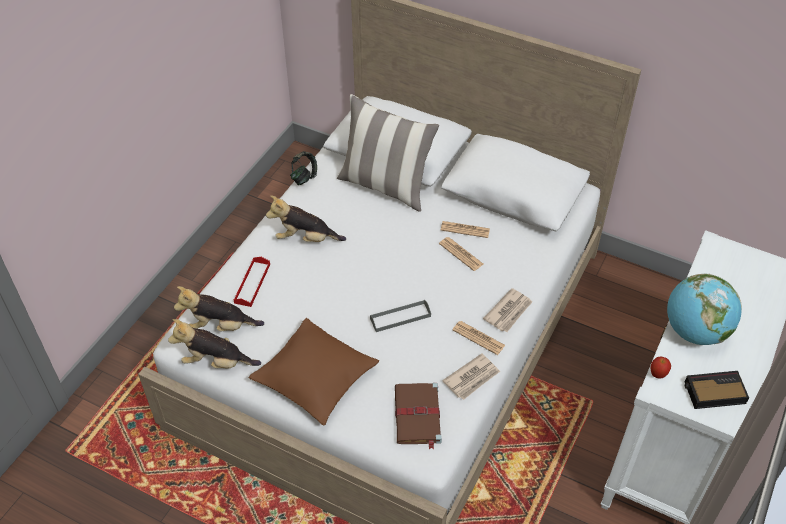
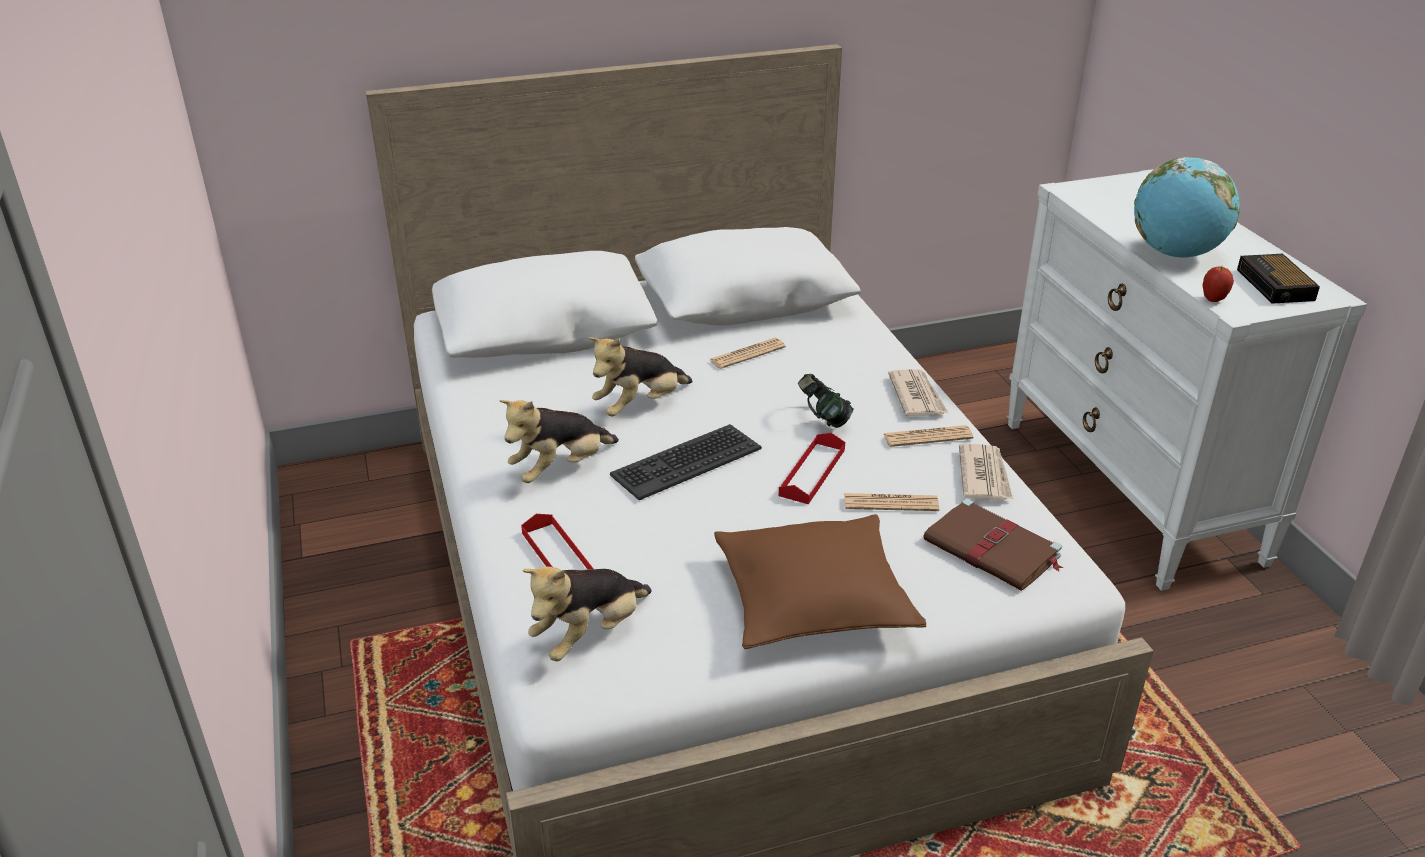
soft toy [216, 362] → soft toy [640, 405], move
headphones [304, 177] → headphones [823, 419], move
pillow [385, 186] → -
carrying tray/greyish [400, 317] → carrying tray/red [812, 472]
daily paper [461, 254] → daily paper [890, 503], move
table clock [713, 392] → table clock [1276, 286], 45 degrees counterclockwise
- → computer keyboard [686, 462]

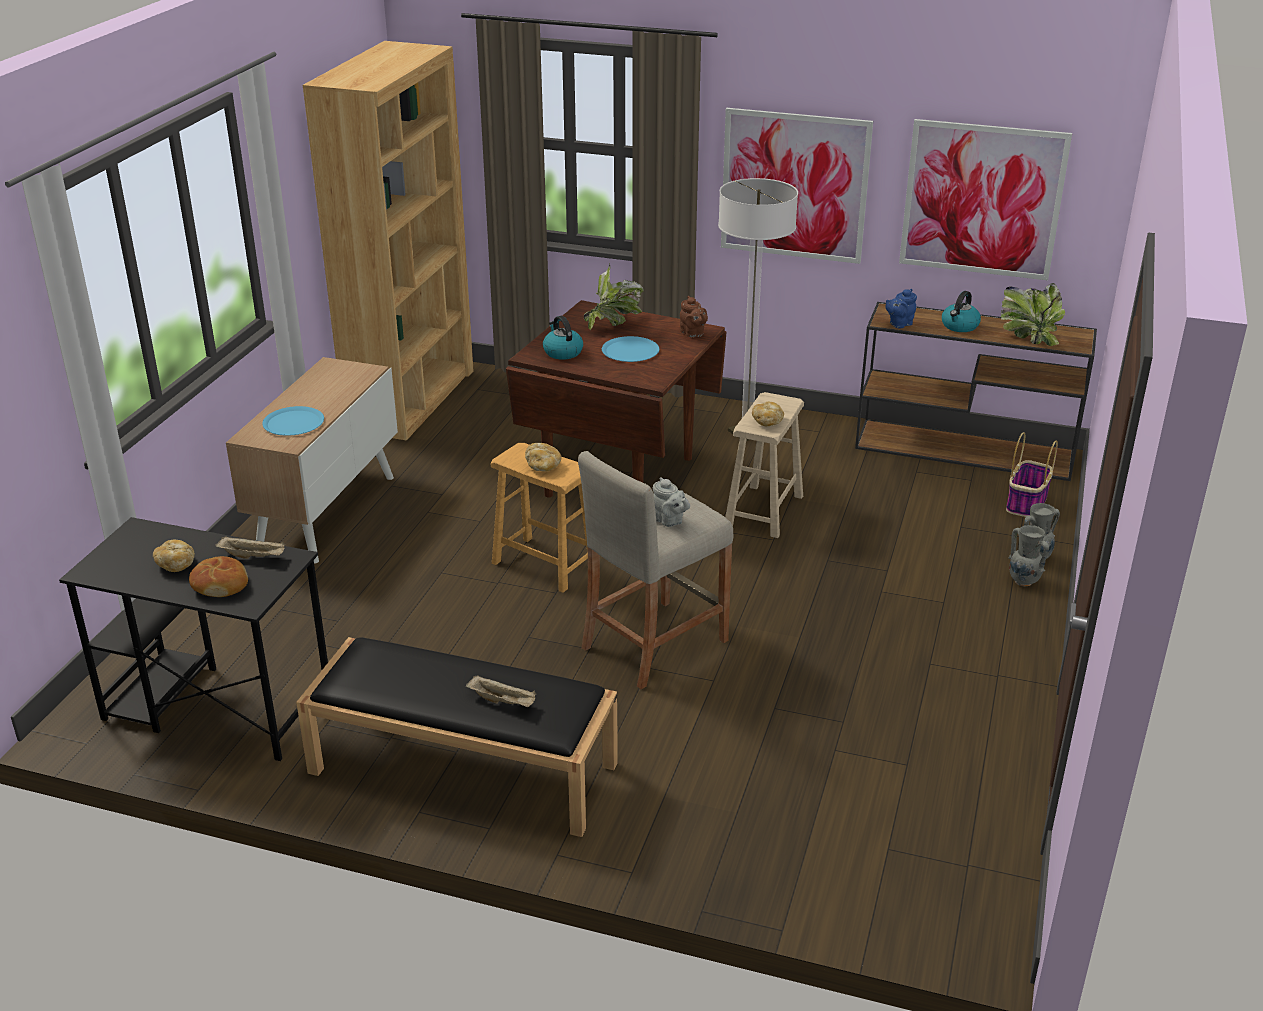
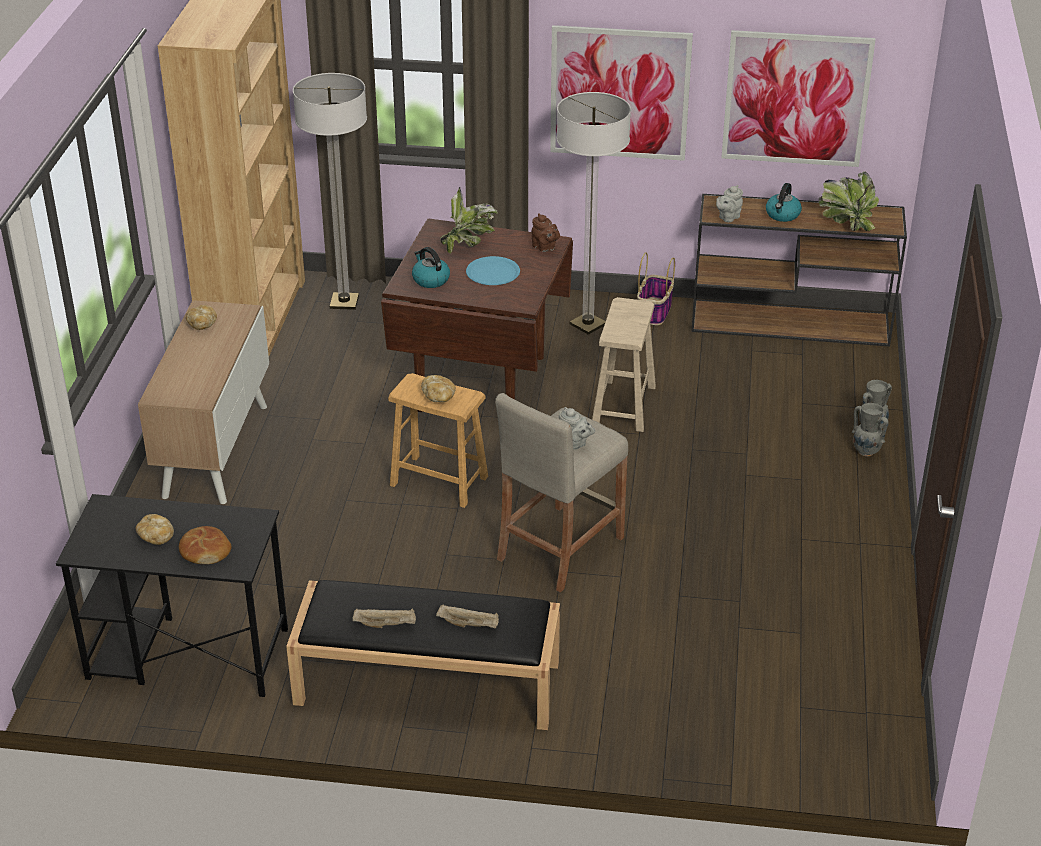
carrying tray/beige-coloured [253, 556] → carrying tray/beige-coloured [386, 624], move
plate/bluish [293, 423] → -
baked bread [767, 421] → baked bread [202, 324], move
pot for tea/bluish [899, 324] → pot for tea/greyish [728, 217]
basket [1026, 503] → basket [654, 312], move
- → standing lamp [344, 302]

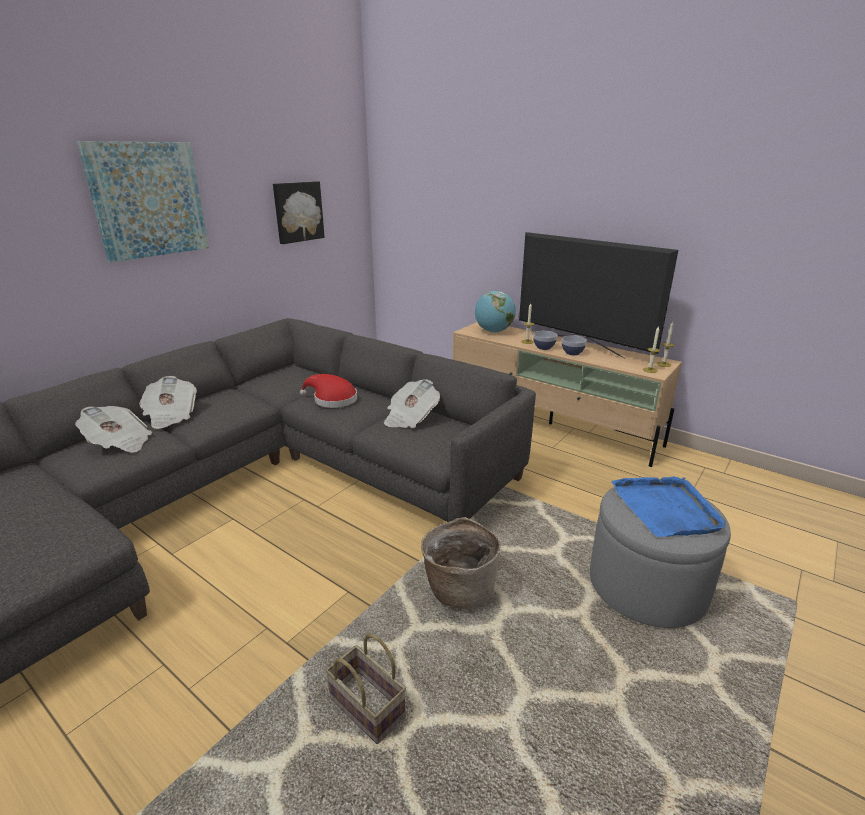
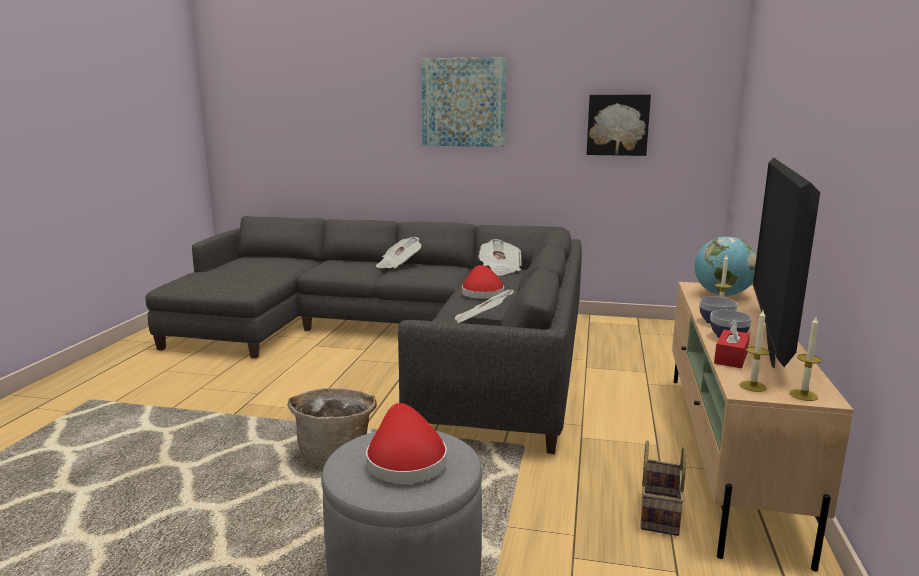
daily paper [119, 443] → daily paper [500, 269], move
basket [364, 707] → basket [658, 512], move
carrying tray/bluish [666, 508] → hat/red [405, 460]
- → box of tissues/red [731, 358]

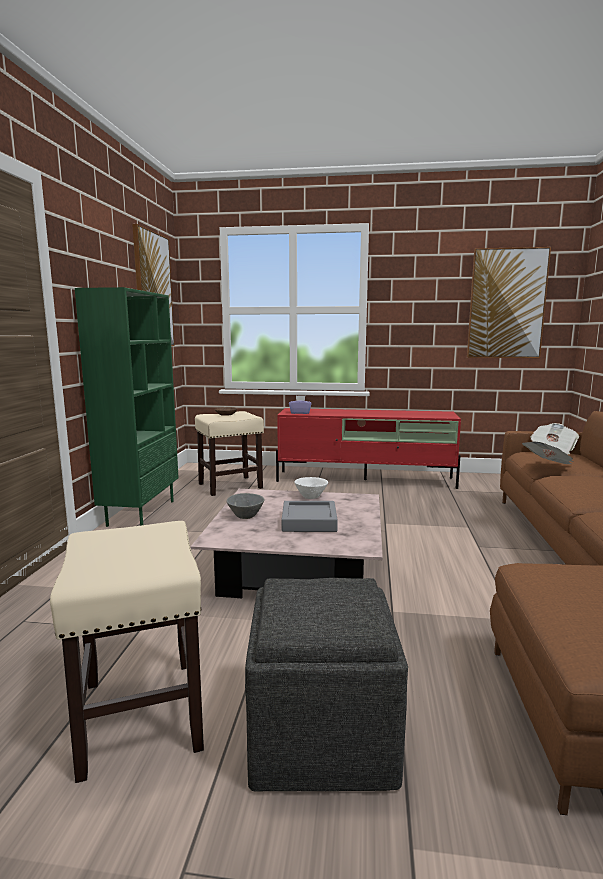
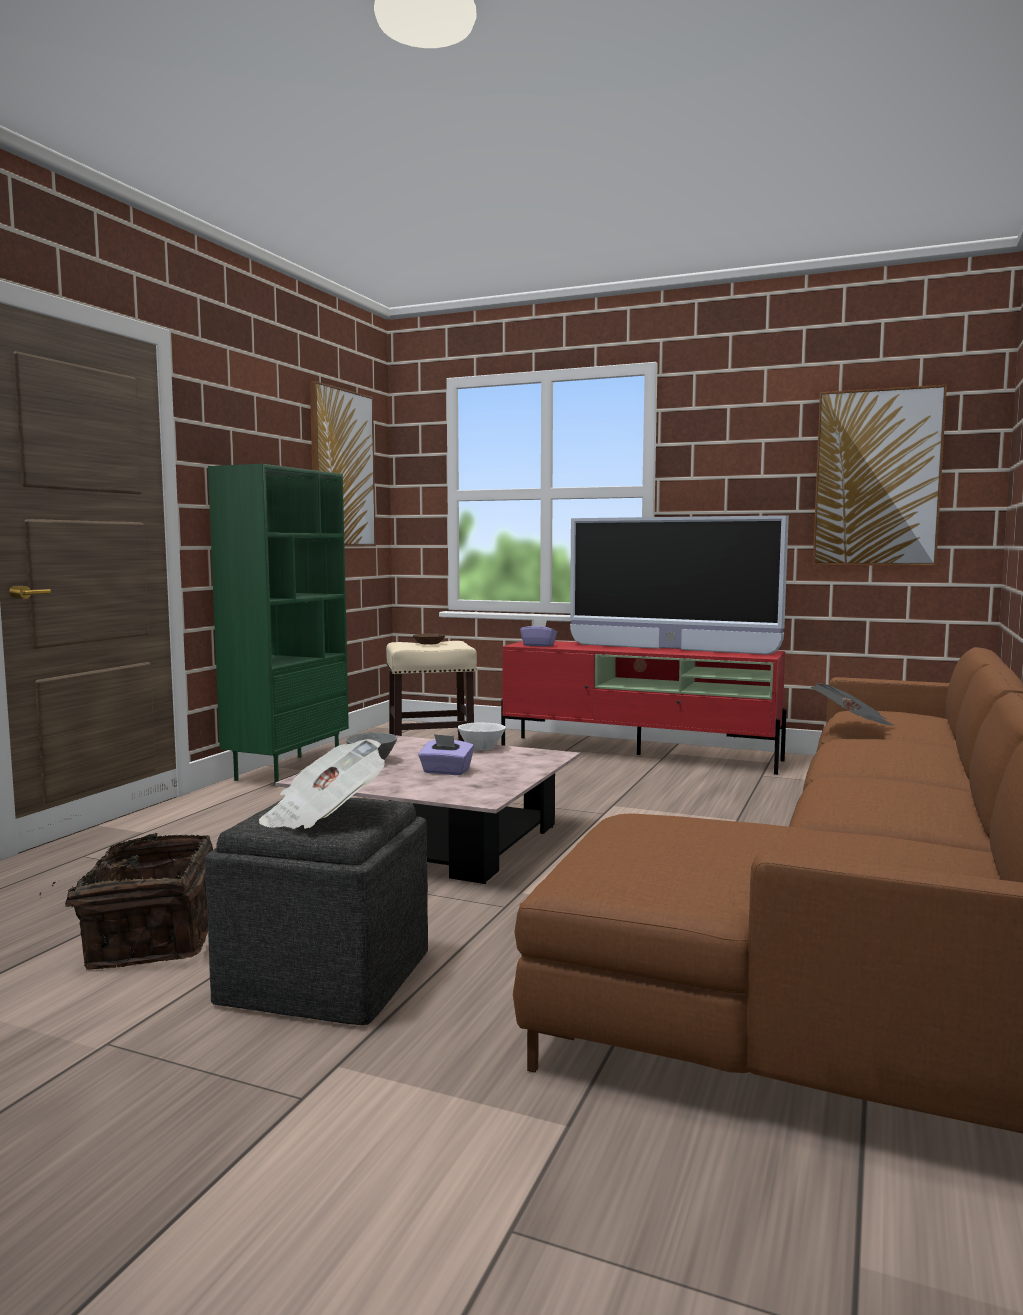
stool seat/beige-coloured [140, 712] → basket [150, 938]
carrying tray/greyish [309, 521] → box of tissues/purple-coloured [446, 771]
daily paper [551, 452] → daily paper [323, 816], move
- → TV [671, 649]

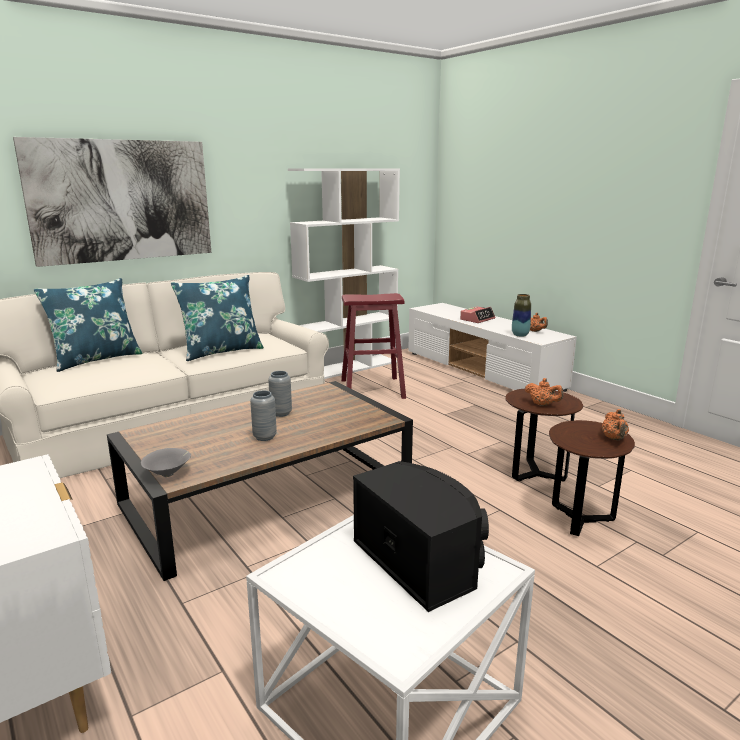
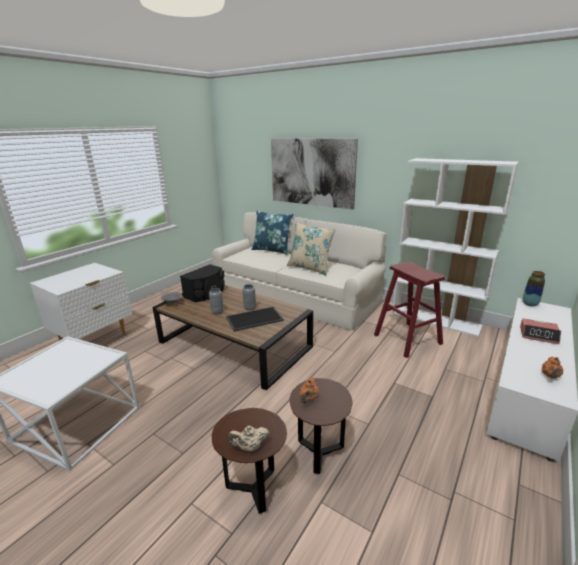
pillow/bluish [221, 351] → pillow/beige-coloured [310, 268]
audio speaker/black-coloured [420, 560] → audio speaker/black-coloured [206, 293], move
vase [520, 335] → vase [530, 304], move
pot for tea/orange-coloured [614, 439] → pot for tea/beige-coloured [249, 447]
- → carrying tray [254, 319]

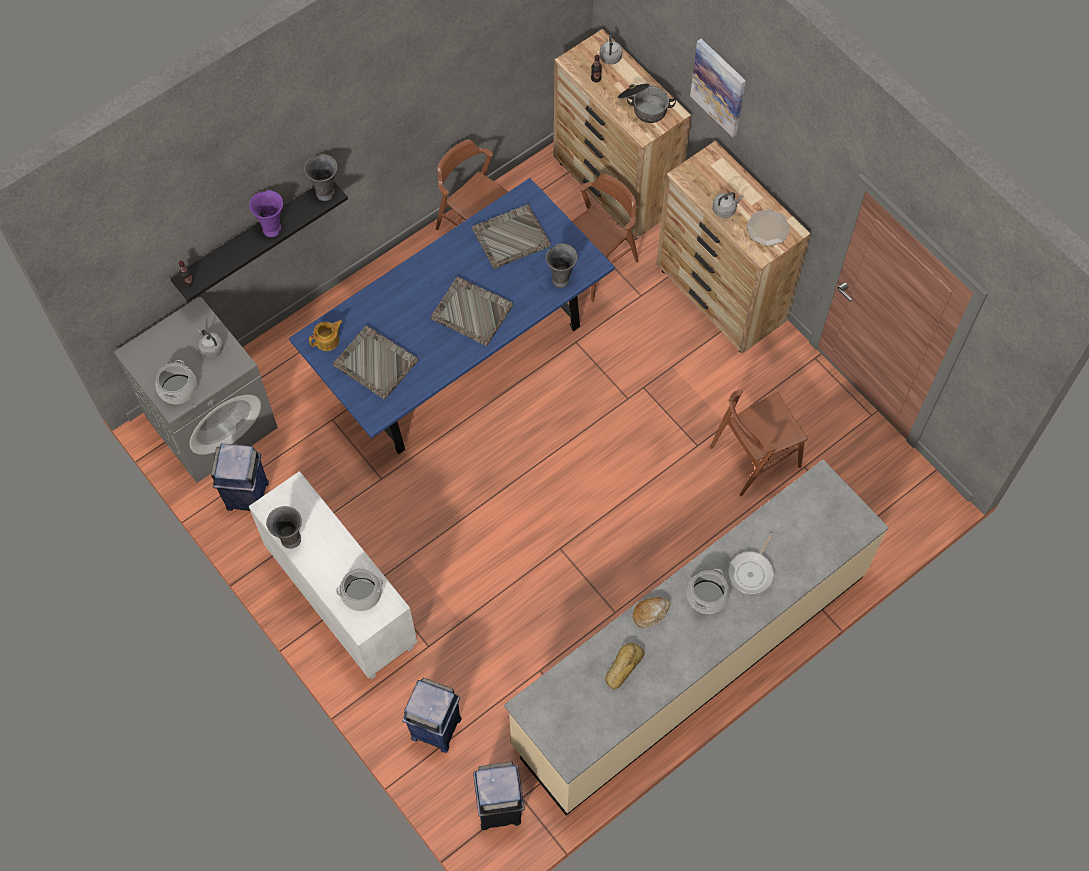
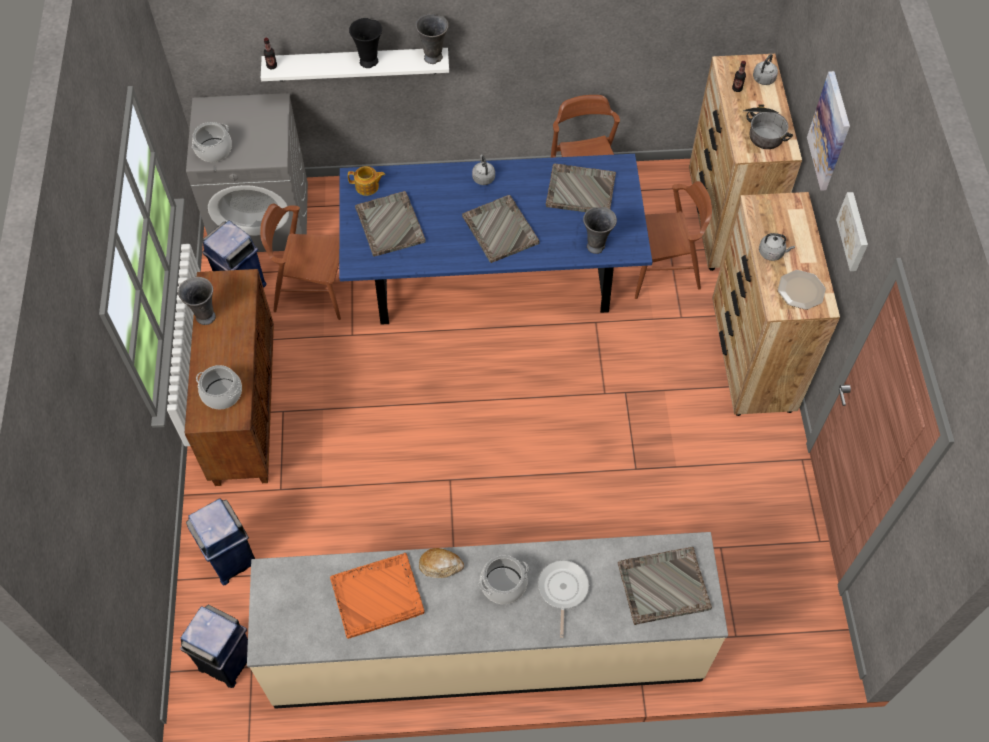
wall shelf/black-coloured [254, 236] → wall shelf/white-coloured [356, 64]
kettle/greyish [211, 347] → kettle/greyish [483, 177], move
vase/purple-coloured [272, 229] → vase/black-coloured [369, 62]
cabinet/white-coloured [340, 599] → cabinet/brown [244, 408]
baked bread [622, 666] → carrying tray/orange-coloured [378, 595]
upright chair/brown [754, 457] → upright chair/brown [312, 291], move
frying pan [752, 572] → frying pan [562, 590], 120 degrees clockwise
- → carrying tray/greyish [662, 586]
- → picture [854, 231]

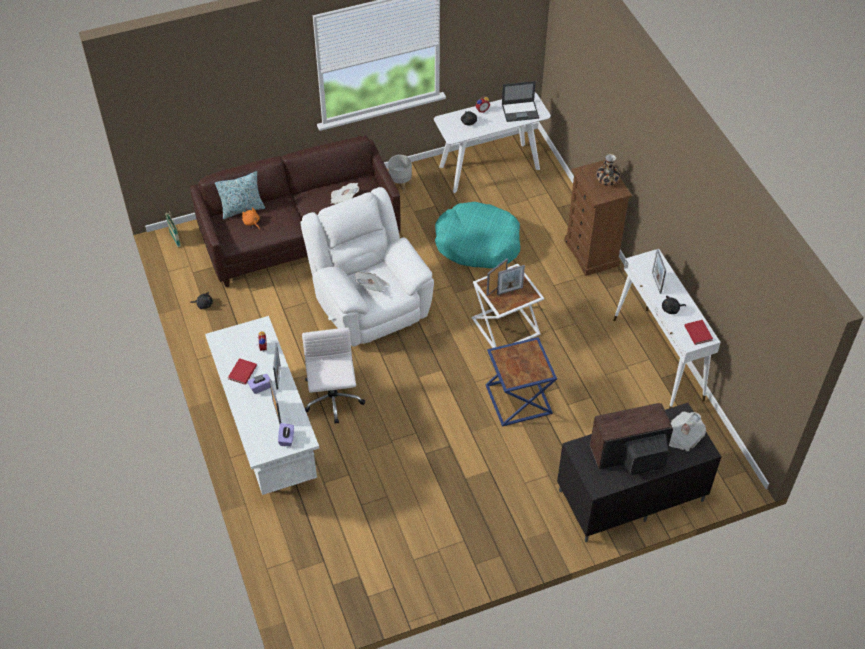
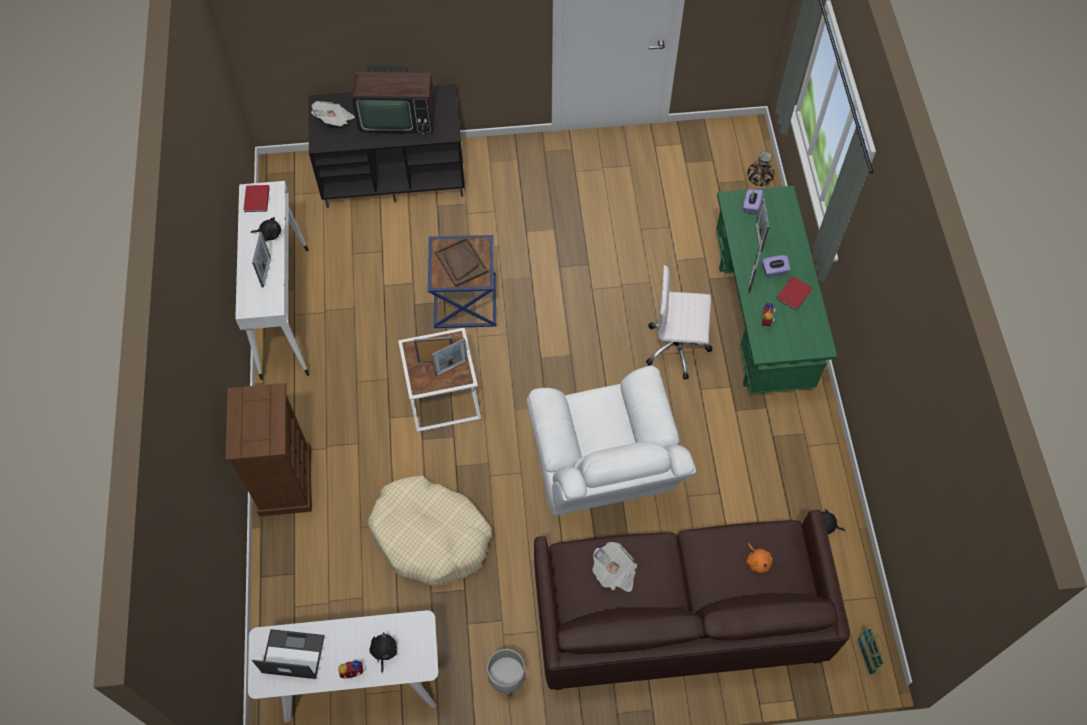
desk table/white-coloured [267, 435] → desk table/green [759, 323]
pillow [242, 209] → -
office chair/white-coloured [333, 401] → office chair/white-coloured [677, 347], 90 degrees clockwise
daily paper [372, 287] → -
pet bed/turquoise [477, 243] → pet bed/beige-coloured [430, 536]
vase [607, 180] → vase [759, 178], move
- → carrying tray/brown [461, 262]

